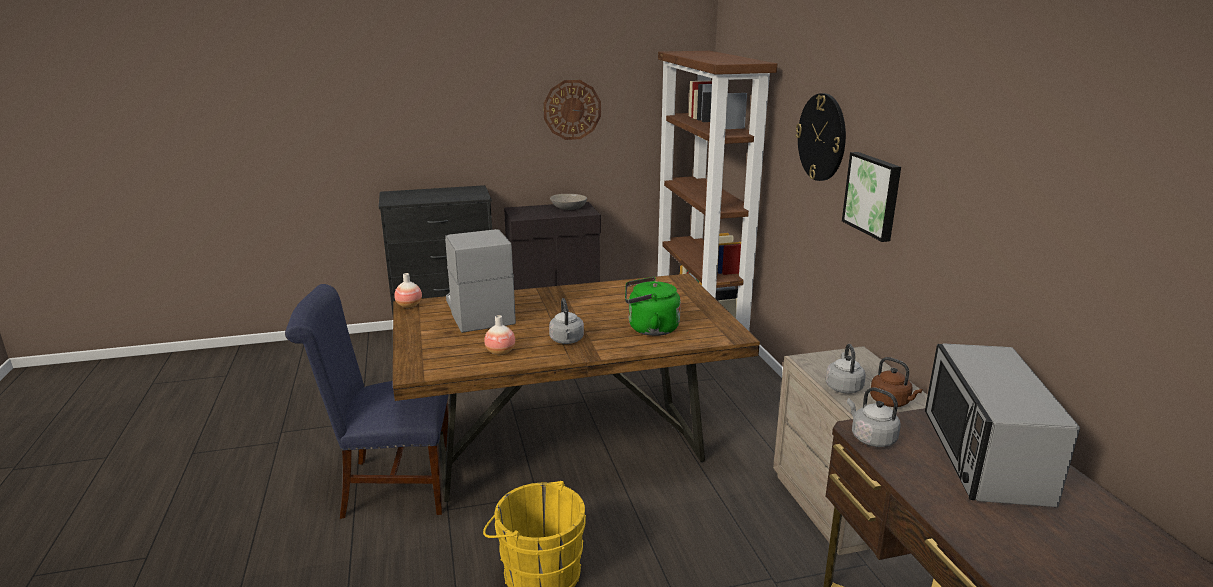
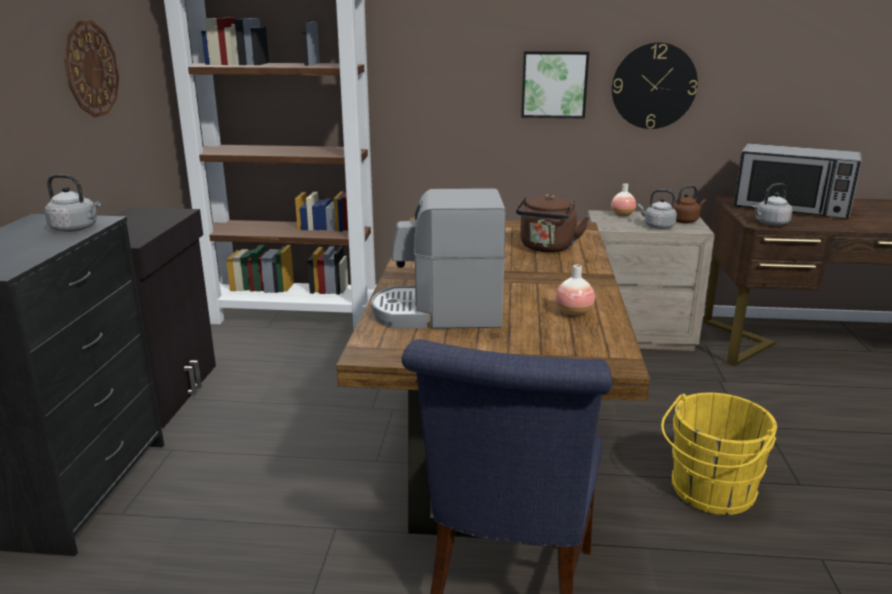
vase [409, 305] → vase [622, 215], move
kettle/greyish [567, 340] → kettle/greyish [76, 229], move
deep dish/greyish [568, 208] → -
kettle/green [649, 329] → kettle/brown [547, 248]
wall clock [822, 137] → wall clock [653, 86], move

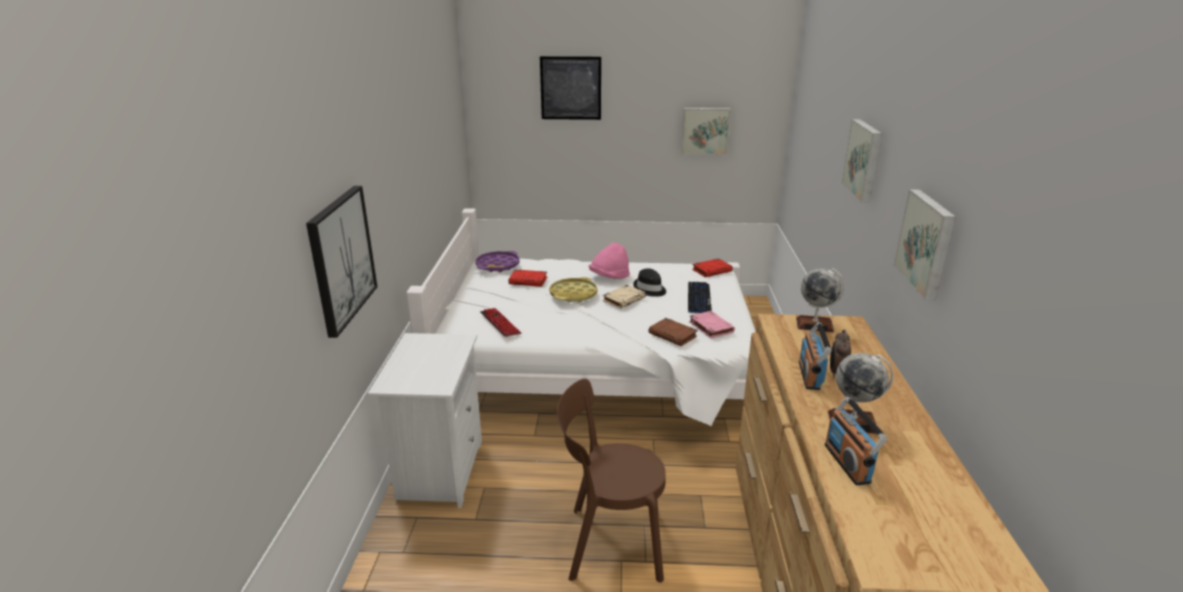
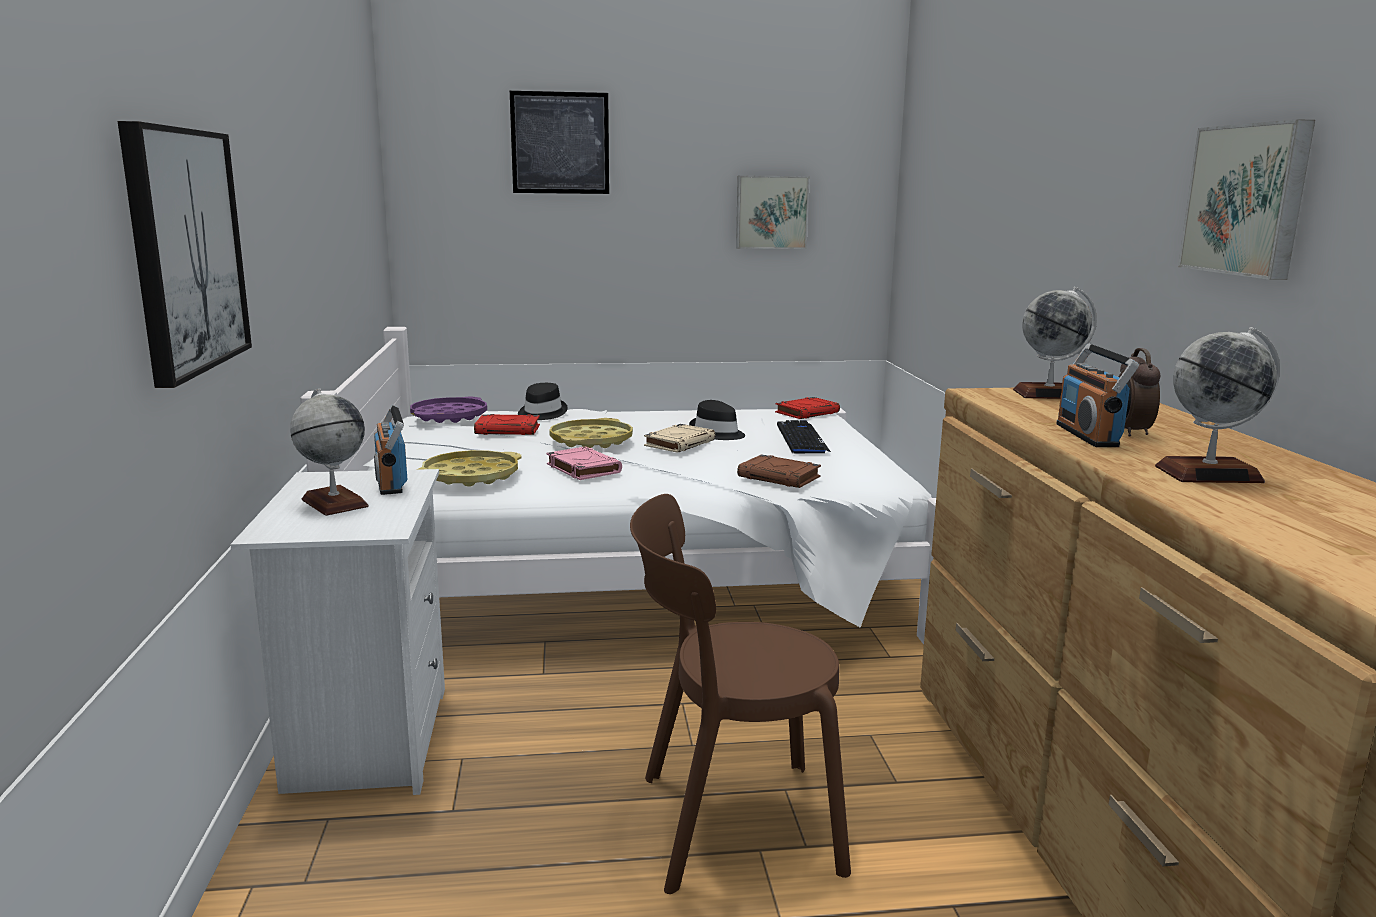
computer keyboard [500, 323] → carrying tray/yellowish [470, 476]
hat/pink-coloured [609, 277] → -
book/pink-coloured [710, 327] → book/pink-coloured [582, 468], move
radio receiver [848, 463] → radio receiver [390, 482], move
picture [864, 160] → -
- → globe [334, 503]
- → hat/black-coloured [541, 413]

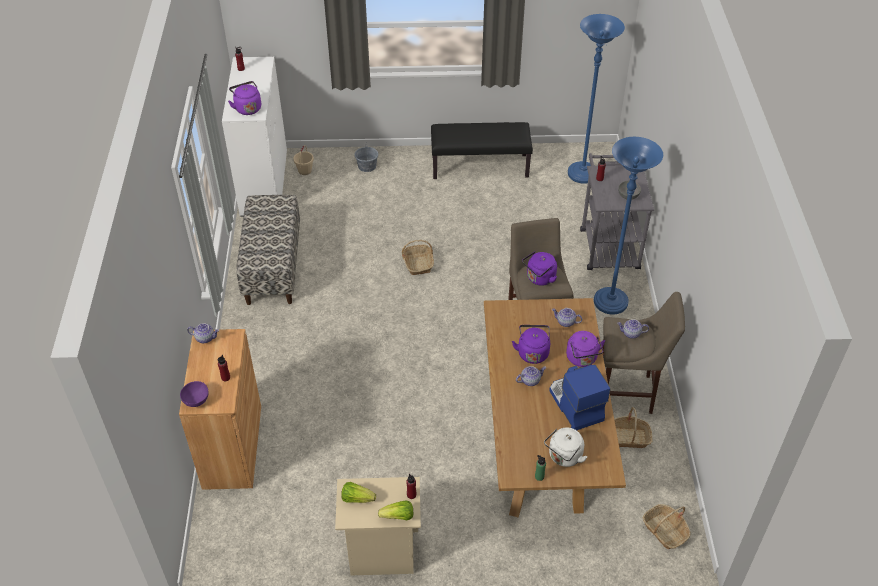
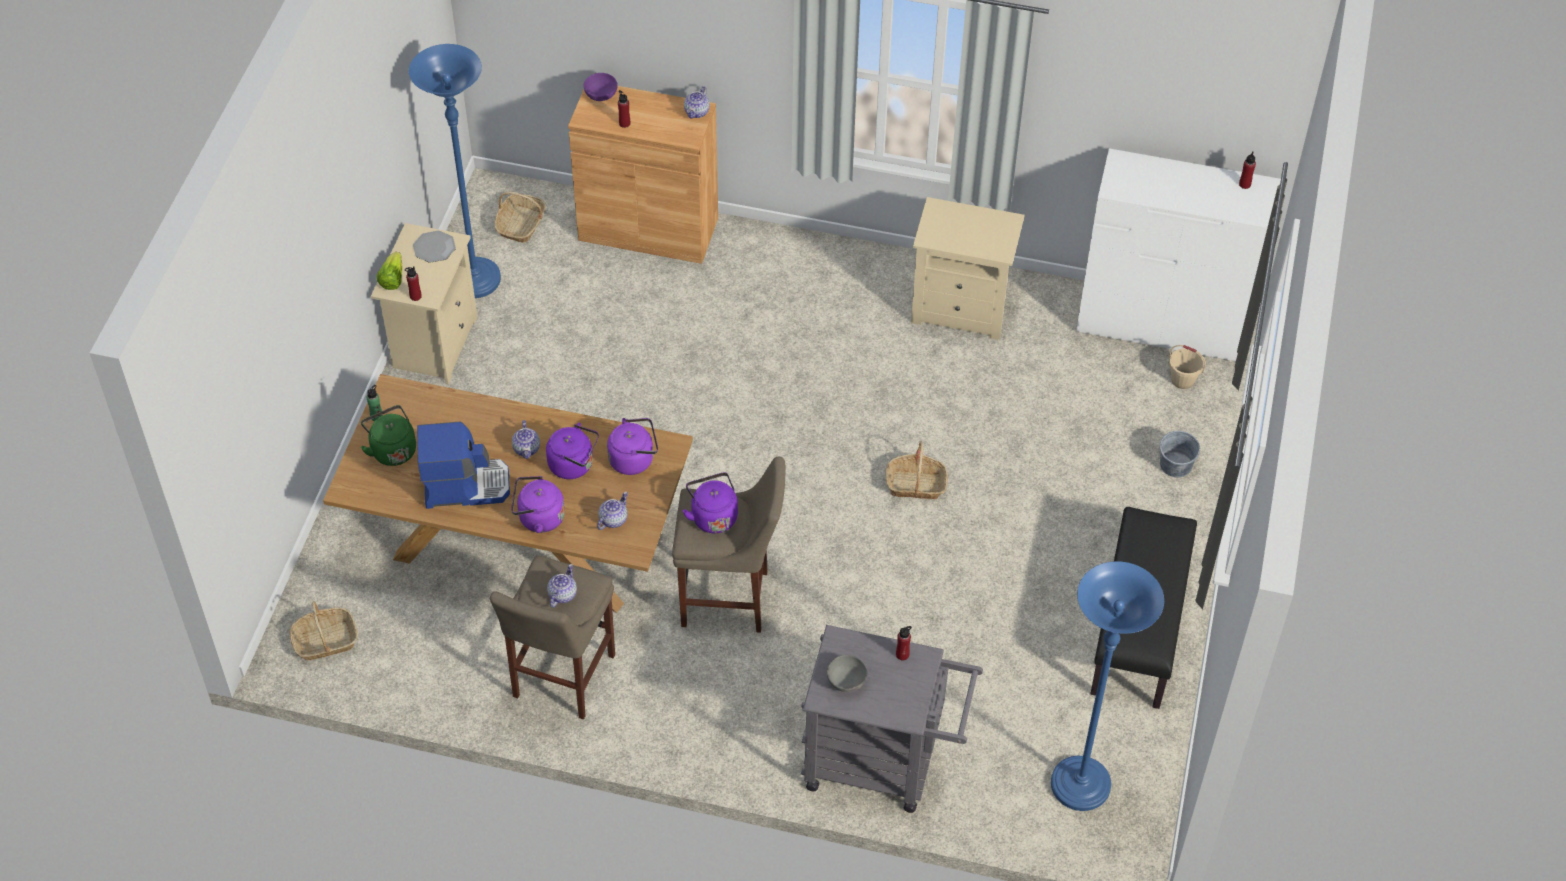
kettle/purple-coloured [247, 108] → kettle/purple-coloured [634, 459], move
long seat [272, 267] → nightstand/beige-coloured [962, 309]
lettuce [357, 498] → plate [434, 247]
kettle/white-coloured [564, 457] → kettle/green [392, 449]
standing lamp/bluish [610, 302] → standing lamp/bluish [475, 280], move
basket [628, 438] → basket [521, 224], move

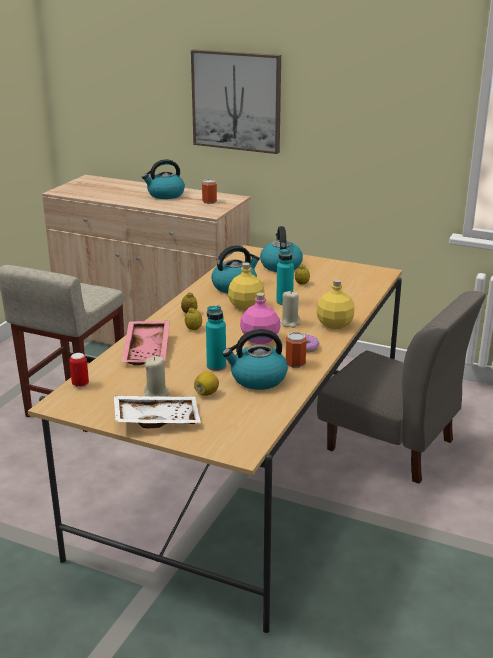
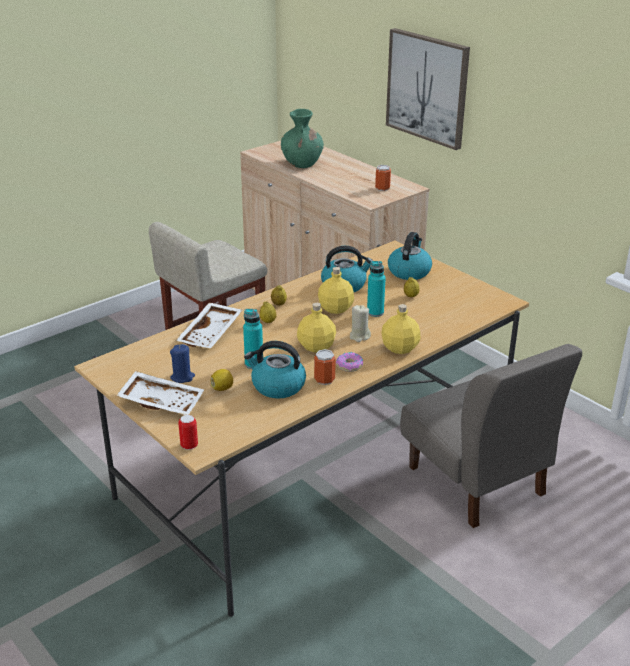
can [80, 384] → can [189, 446], move
carrying tray/pink-coloured [148, 350] → carrying tray/white-coloured [211, 334]
kettle [165, 195] → -
wax light/beige-coloured [156, 393] → wax light/bluish [182, 377]
beverage bottle/pink-coloured [259, 339] → beverage bottle/yellowish [316, 346]
- → vase/green [302, 163]

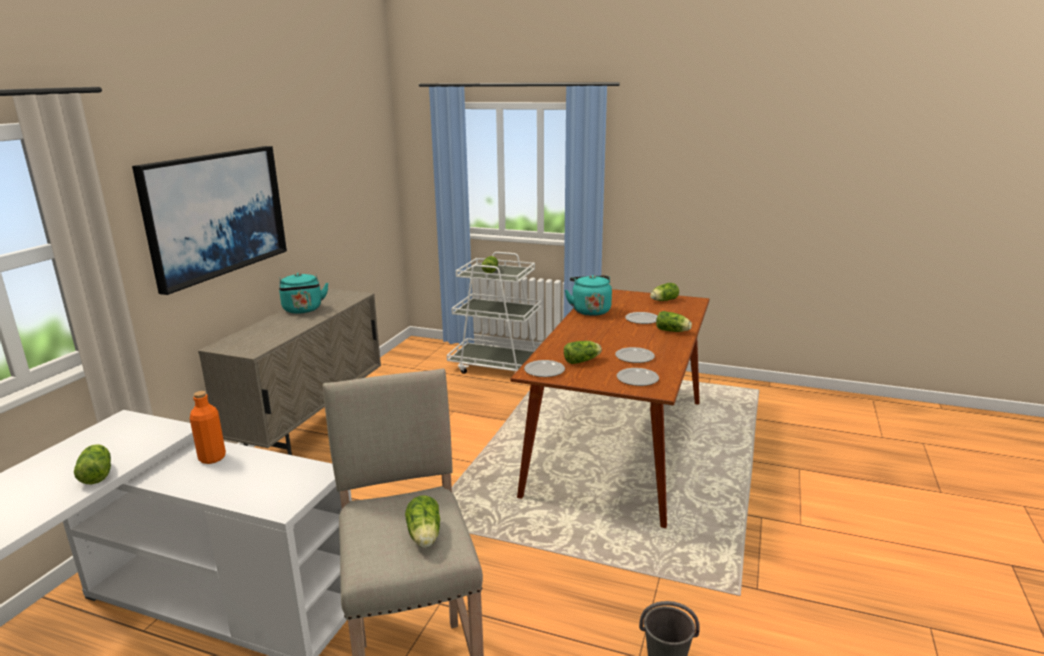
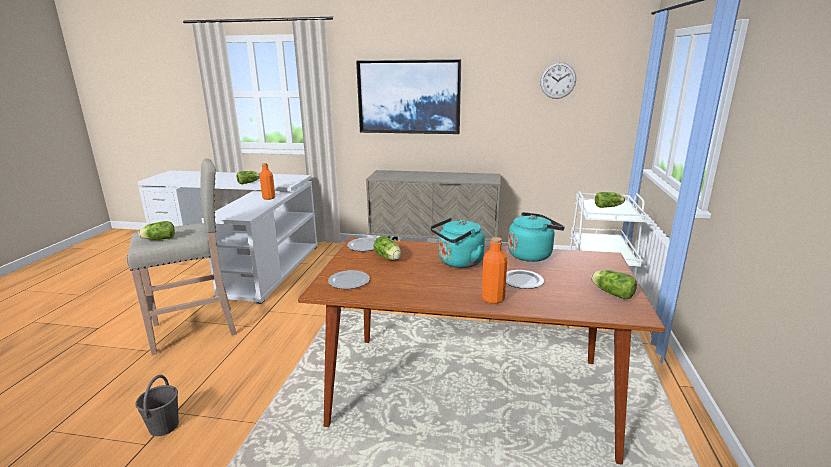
kettle/turquoise [303, 310] → kettle/turquoise [458, 262], move
plate [635, 357] → -
lettuce [673, 331] → beverage bottle/orange-coloured [493, 299]
- → wall clock [558, 80]

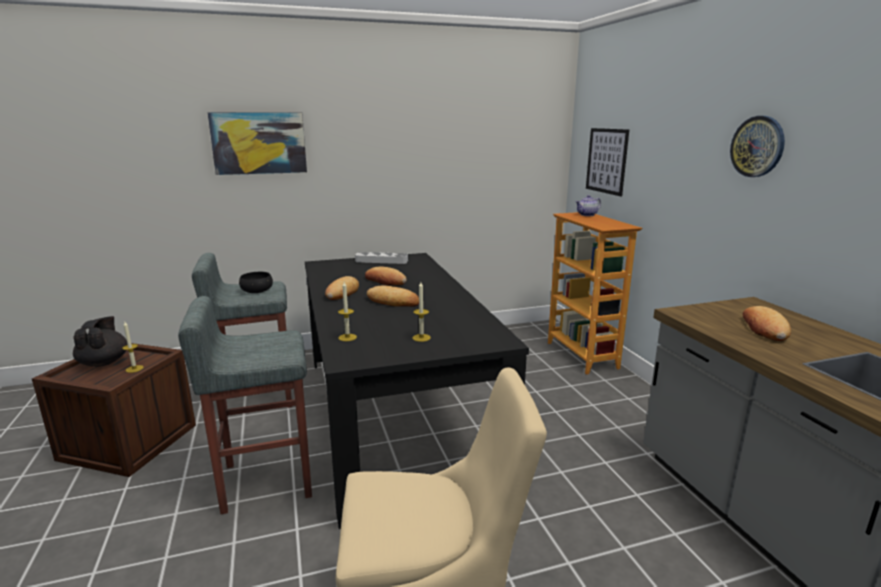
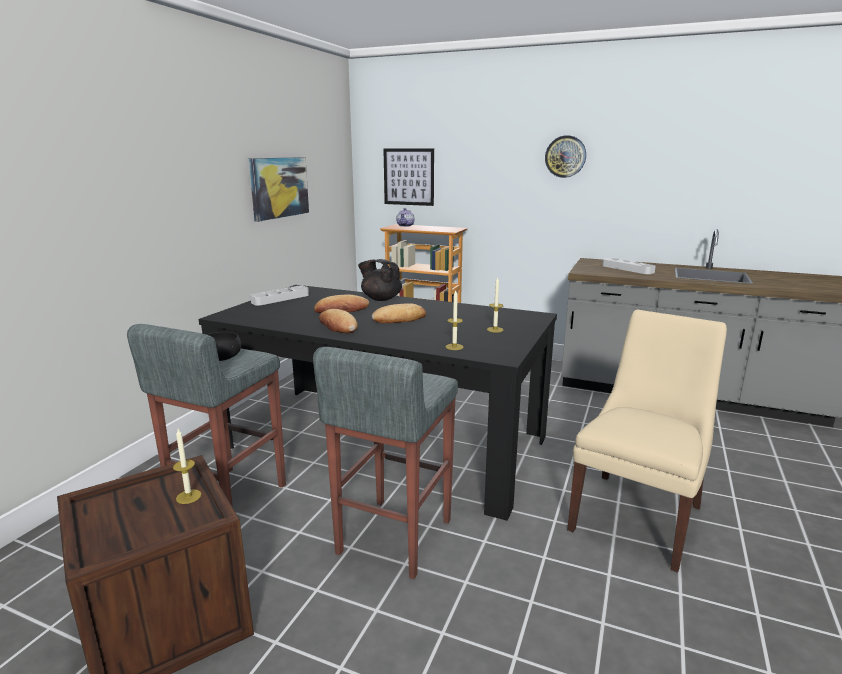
pot for tea/black-coloured [104, 362] → pot for tea/black-coloured [381, 299], move
picture [259, 143] → picture [279, 187], move
baked bread [764, 329] → carrying tray/greyish [627, 269]

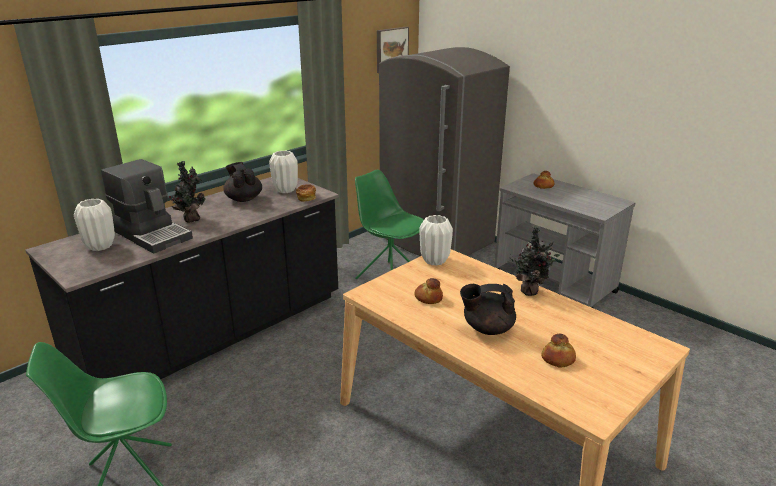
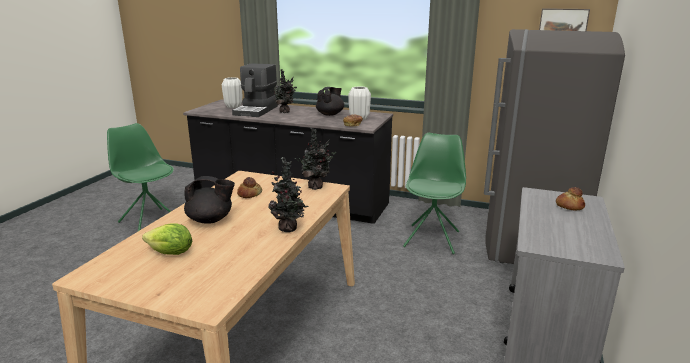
vase/white-coloured [434, 261] → houseplant [316, 186]
pot for tea/black-coloured [487, 328] → pot for tea/black-coloured [210, 220], 120 degrees clockwise
baked bread [558, 359] → lettuce [171, 253]

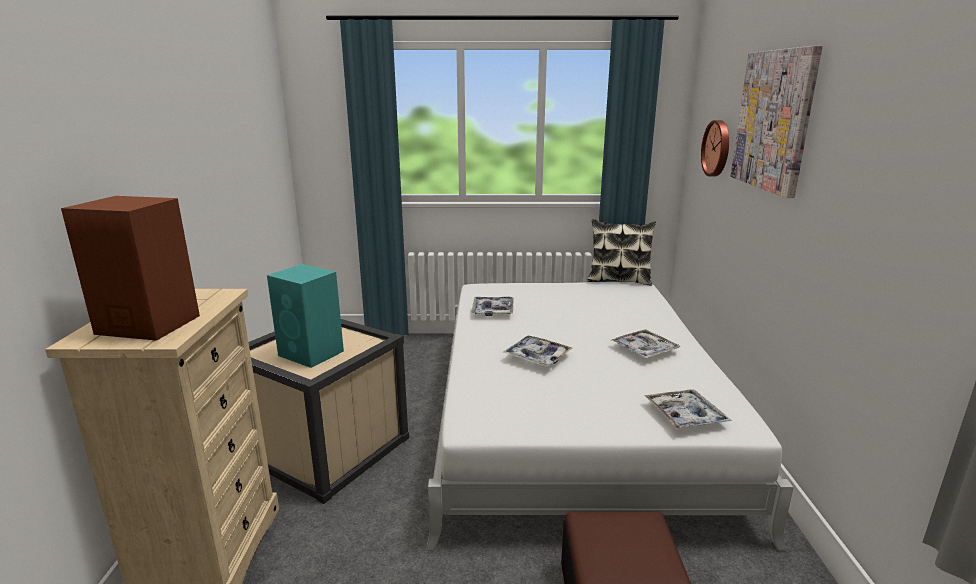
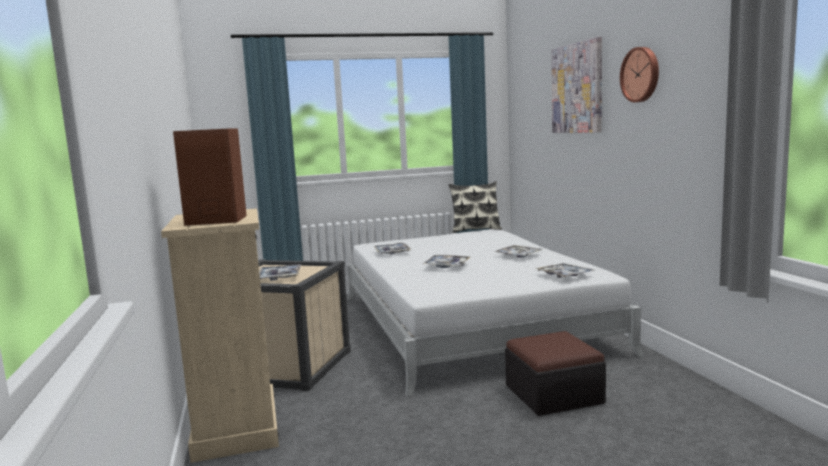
audio speaker/turquoise [312, 354] → carrying tray [279, 277]
wall clock [717, 148] → wall clock [641, 74], move

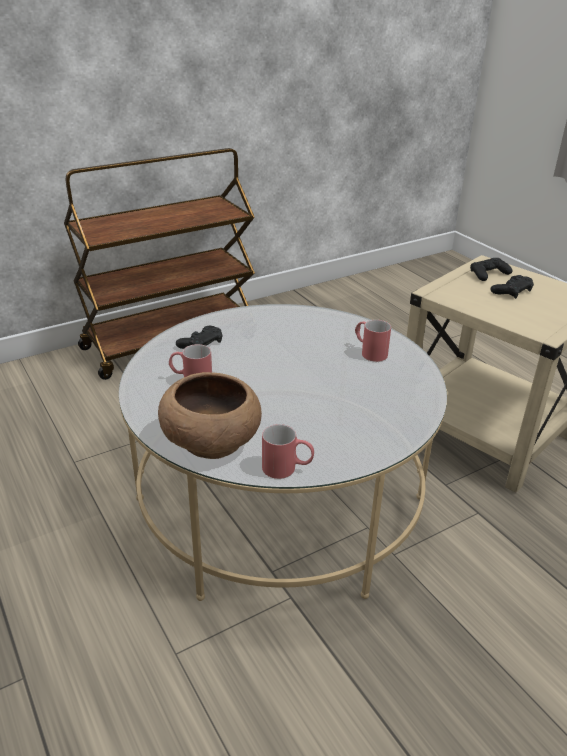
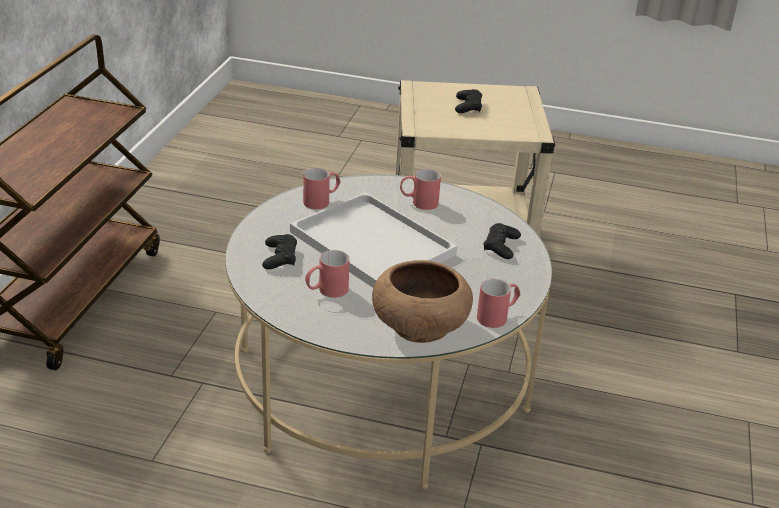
gamepad/black-coloured [488, 274] → gamepad/black-coloured [501, 246], move
- → carrying tray/white-coloured [375, 244]
- → tea mug/red [322, 201]

